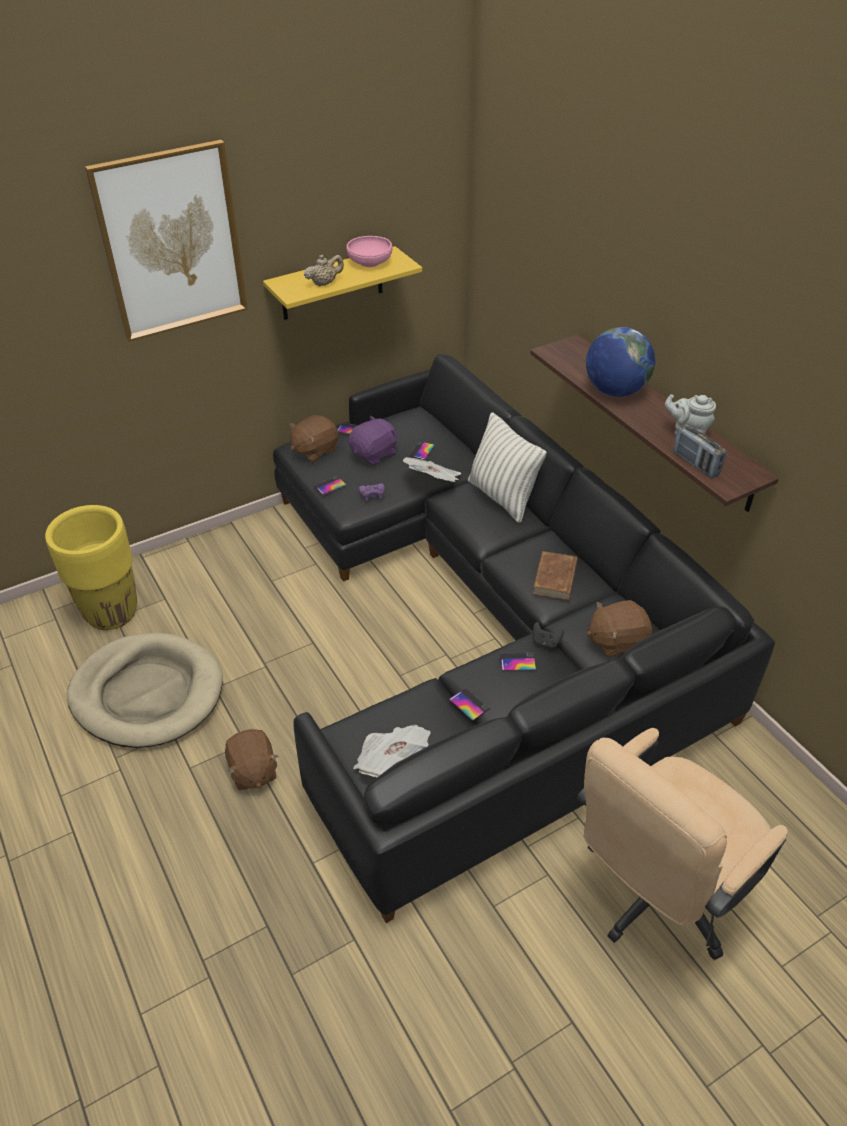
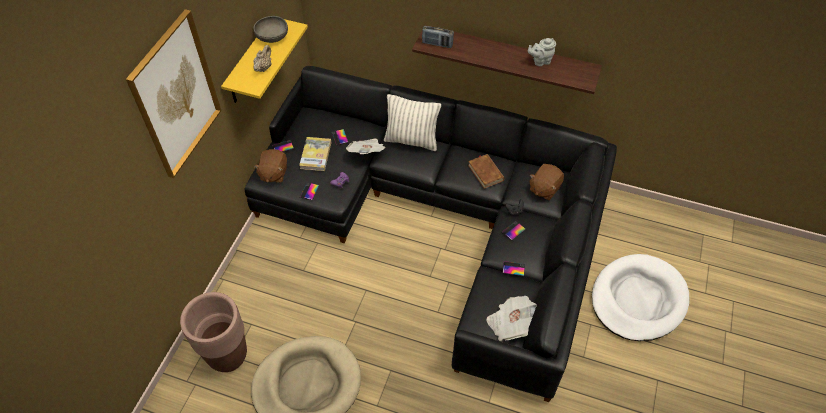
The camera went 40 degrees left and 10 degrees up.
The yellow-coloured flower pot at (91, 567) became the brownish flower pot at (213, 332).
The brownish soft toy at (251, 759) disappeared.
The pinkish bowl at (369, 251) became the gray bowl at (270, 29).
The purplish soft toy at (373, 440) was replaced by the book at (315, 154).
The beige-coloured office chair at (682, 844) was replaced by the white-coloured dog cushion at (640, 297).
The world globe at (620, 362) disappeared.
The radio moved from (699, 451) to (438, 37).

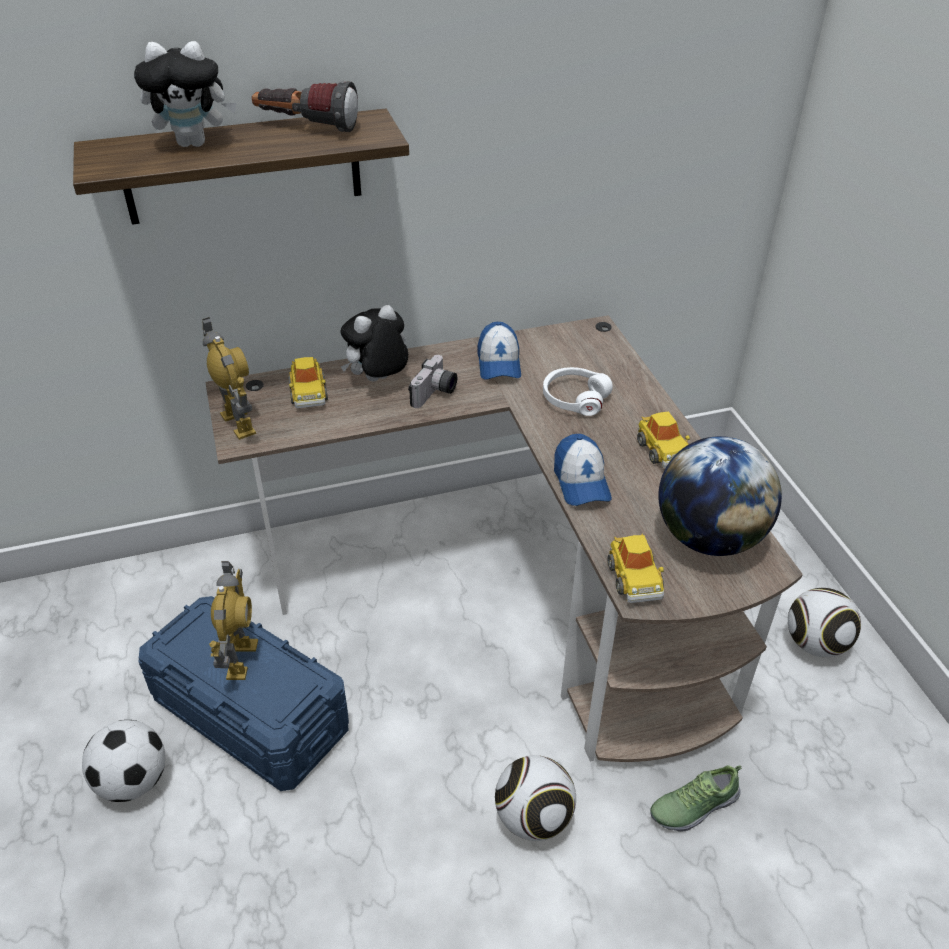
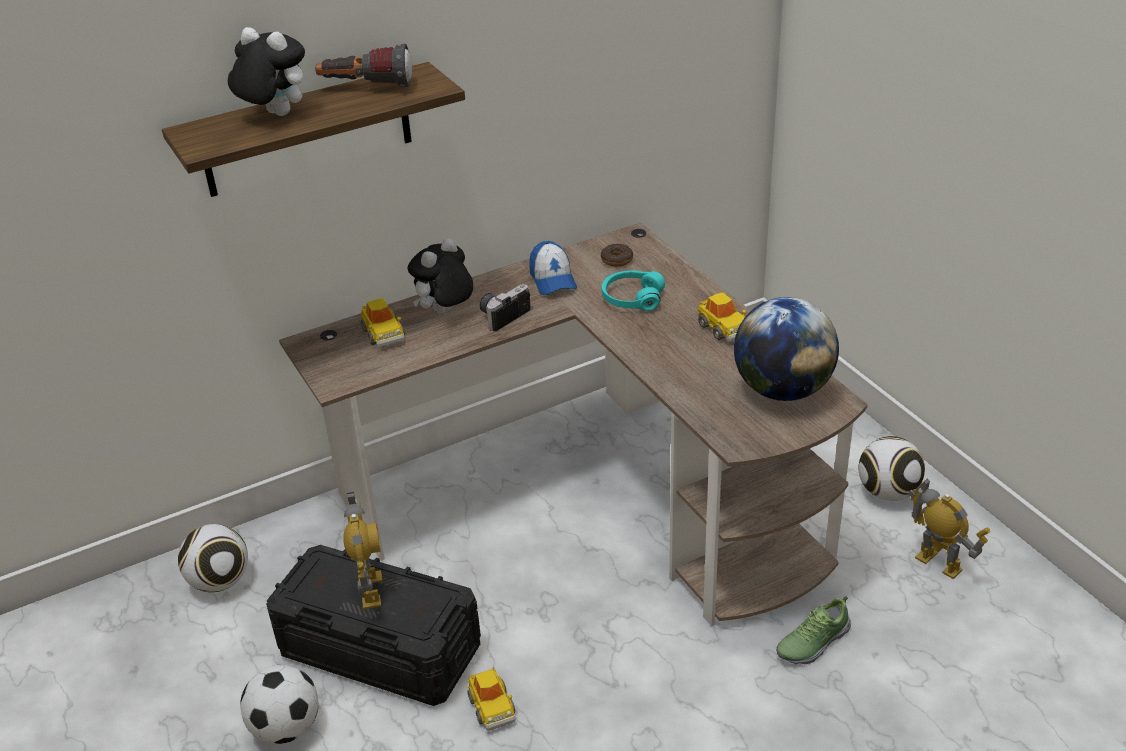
The camera went 10 degrees left and 5 degrees down.
The soft toy at (185, 94) turned 135 degrees counterclockwise.
The blue storage container at (243, 693) became the black storage container at (373, 625).
The robot figure moved from (229, 378) to (949, 528).
The photo camera at (432, 381) turned 150 degrees counterclockwise.
The football ball moved from (535, 798) to (213, 558).
The white-coloured headphones at (578, 391) became the turquoise-coloured headphones at (633, 290).
The cap at (583, 470) disappeared.
The toy car moved from (636, 568) to (491, 699).
The ring doughnut at (617, 255) appeared.

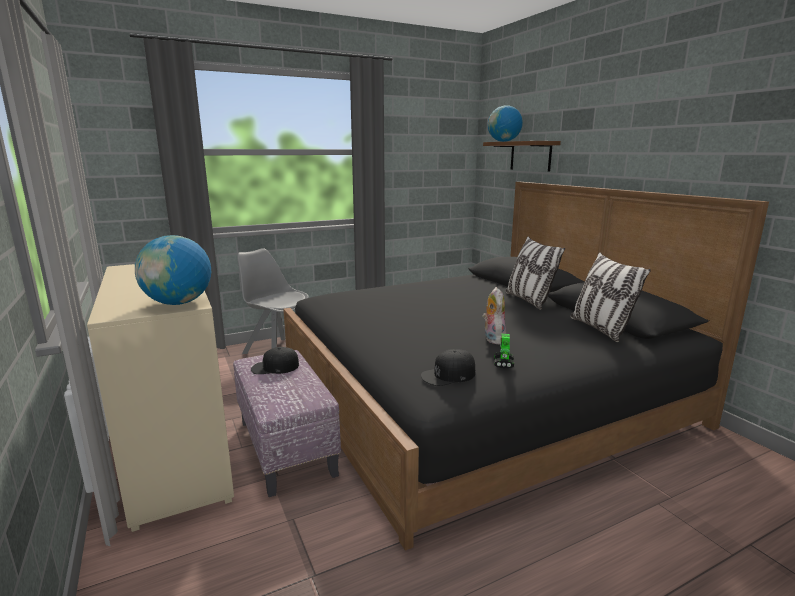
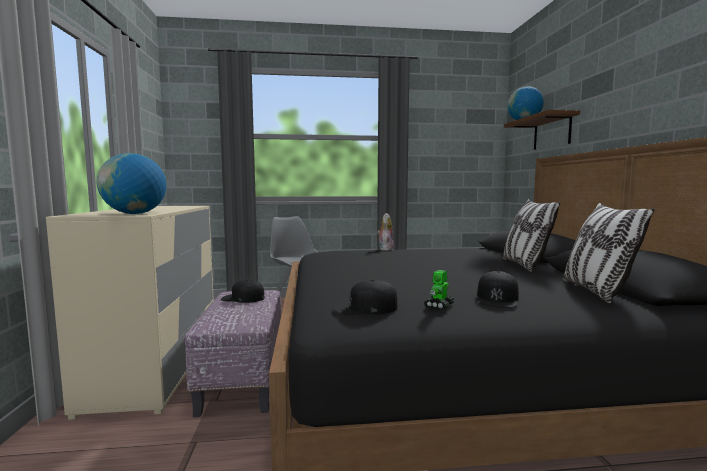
The camera went 20 degrees right and 10 degrees down.
The soft toy moved from (494, 315) to (385, 232).
The black cap at (498, 289) appeared.

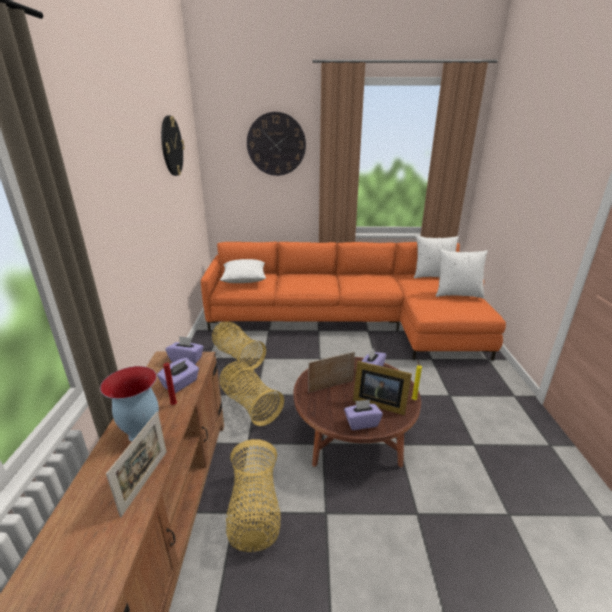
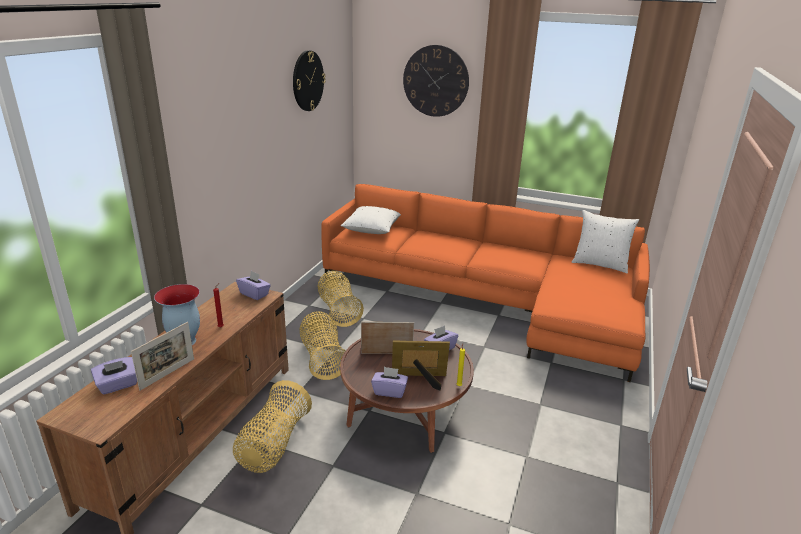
The camera went 20 degrees right and 0 degrees up.
The purplish tissue holder moved from (178, 375) to (114, 376).
The standing frame at (382, 388) turned 135 degrees clockwise.
The white-coloured throw pillow at (462, 273) disappeared.

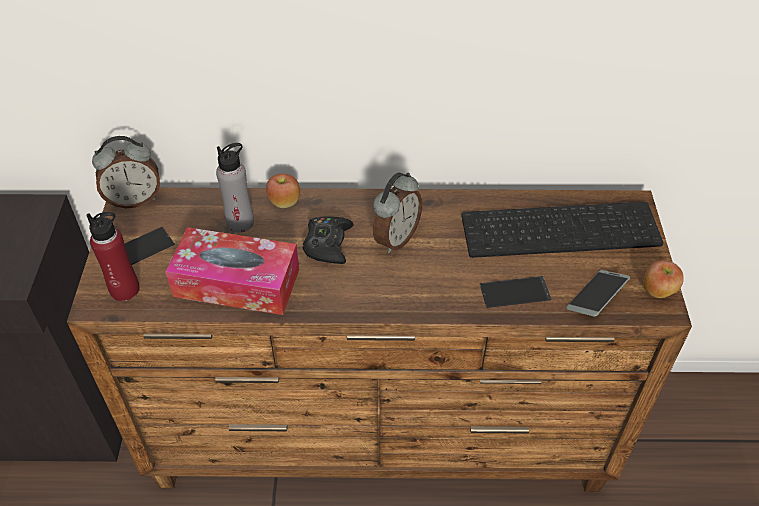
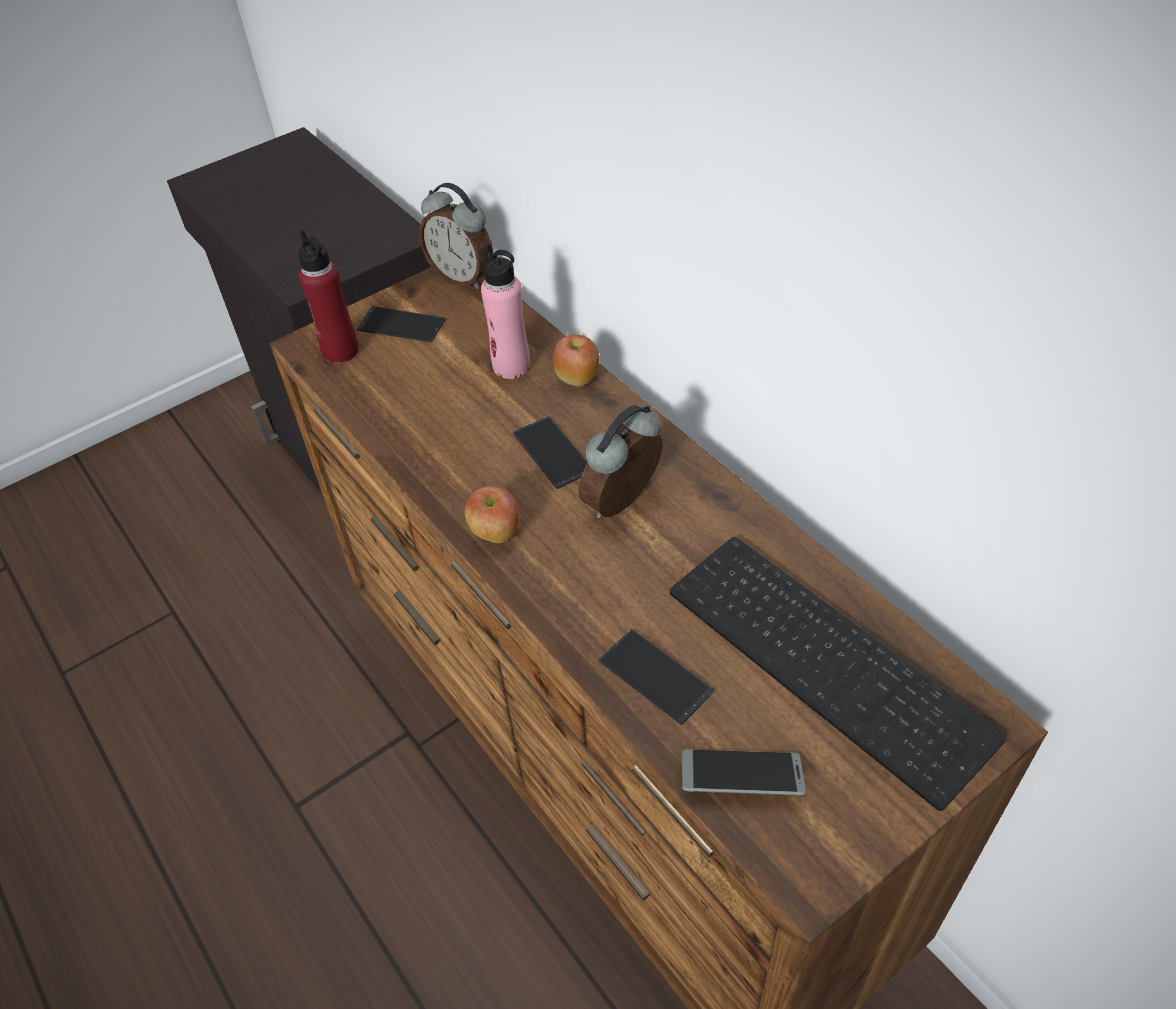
The camera went 55 degrees right and 0 degrees up.
The tissue holder at (232, 271) disappeared.
The gray beverage bottle at (235, 188) became the pinkish beverage bottle at (505, 311).
The black game controller at (328, 240) was replaced by the handset at (550, 452).
The alarm clock at (397, 213) turned 135 degrees clockwise.
The whole apple moved from (664, 279) to (492, 514).

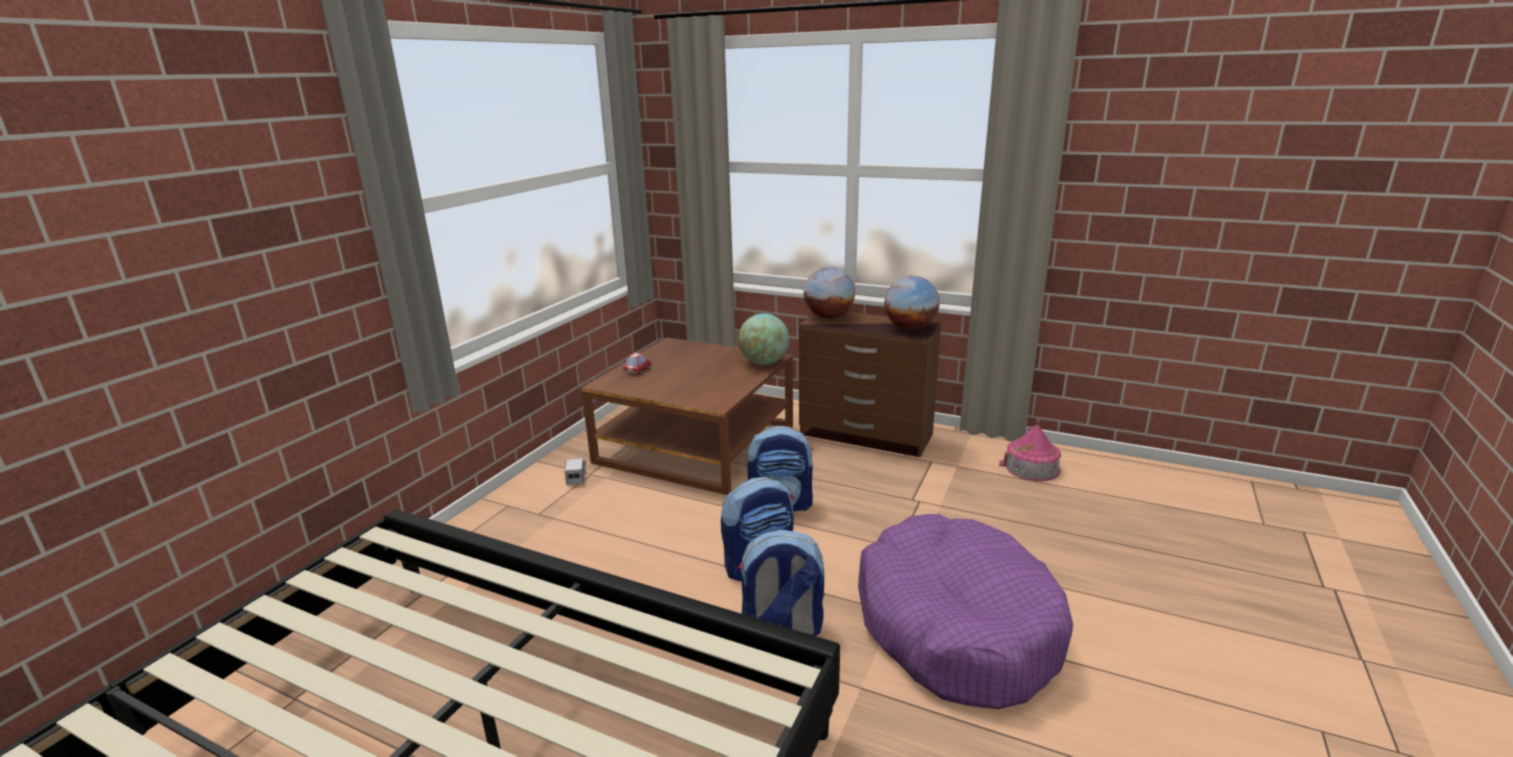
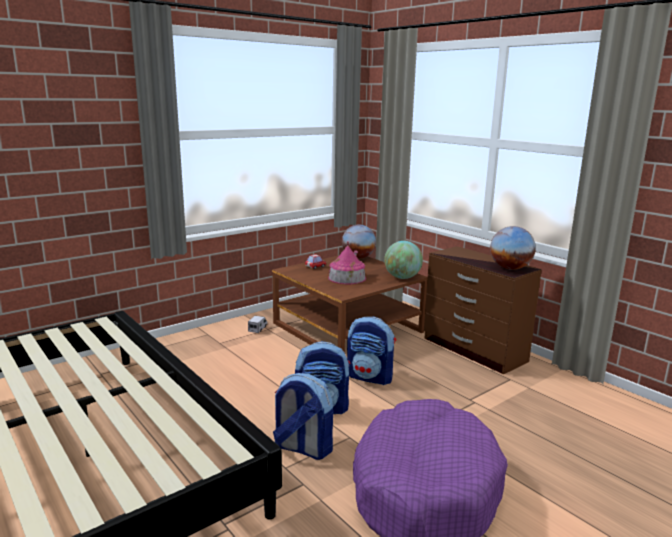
The camera went 25 degrees right and 5 degrees down.
The world globe moved from (829, 293) to (359, 242).
The toy house moved from (1030, 450) to (347, 262).

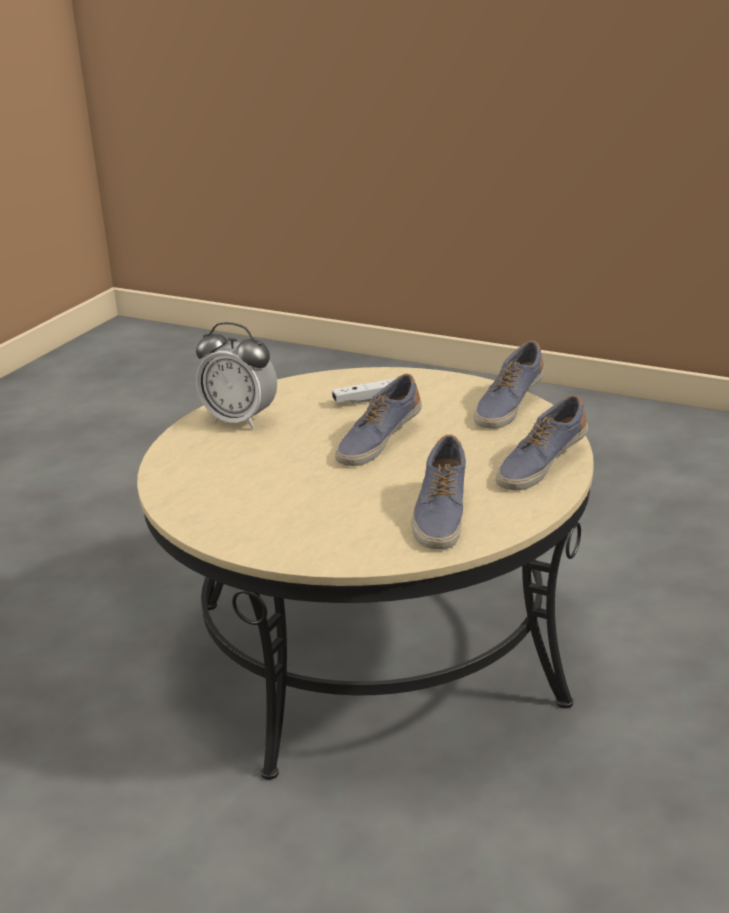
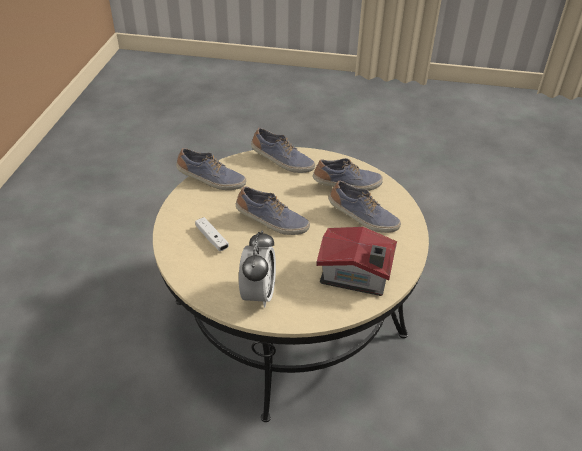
The camera went 110 degrees left and 15 degrees up.
The toy house at (356, 261) appeared.
The shoe at (365, 207) appeared.

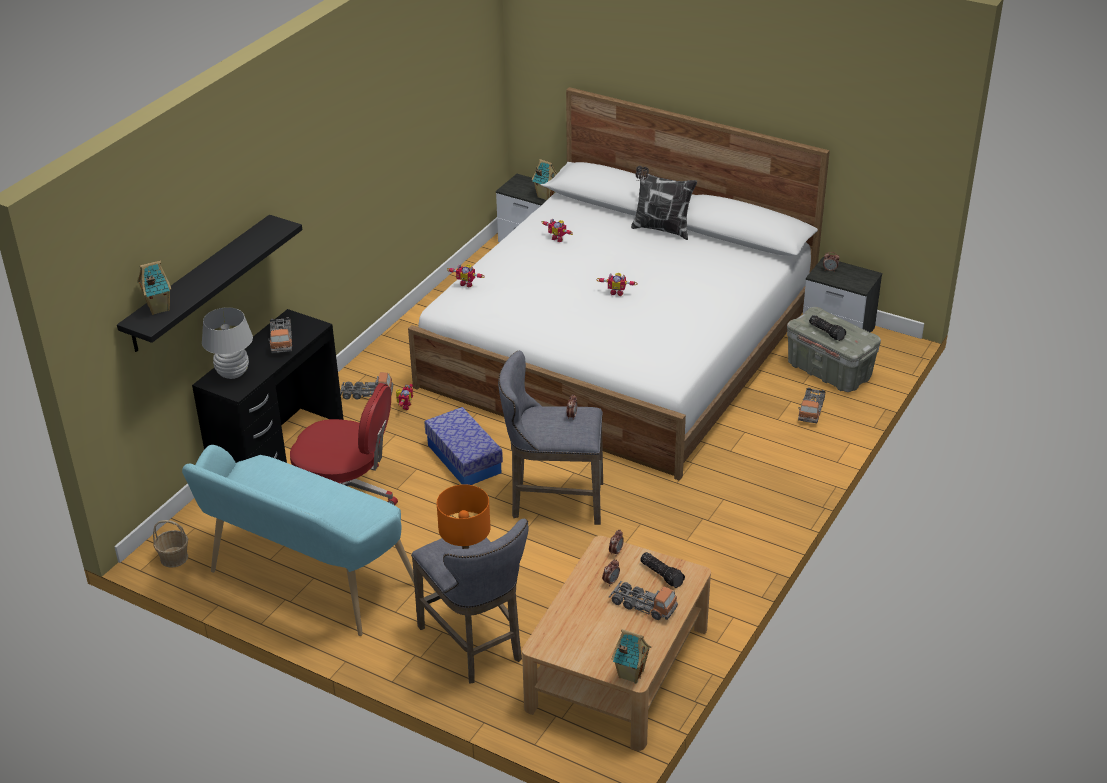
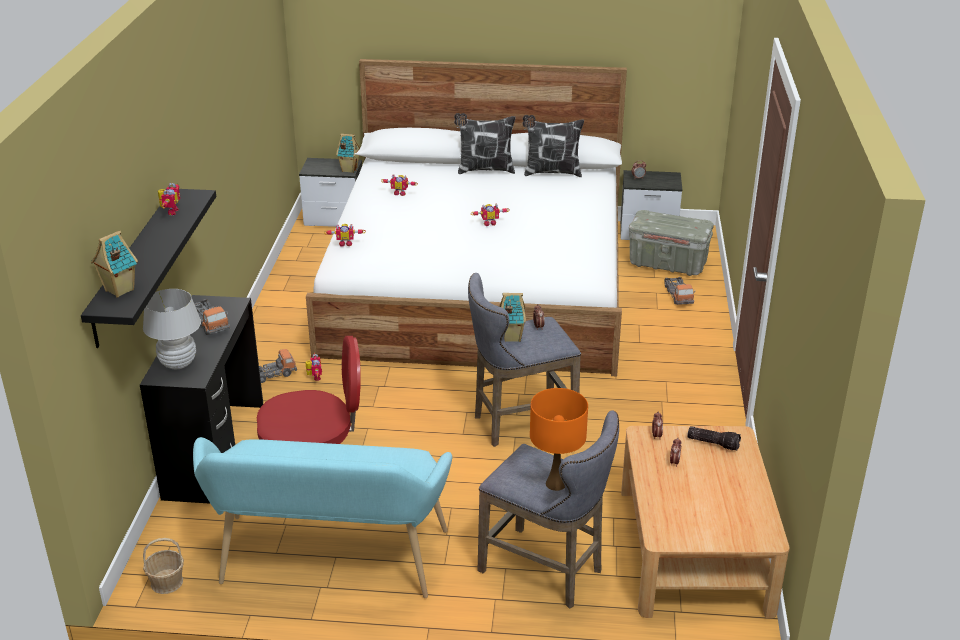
The camera went 25 degrees left and 5 degrees down.
The storage container at (463, 446) disappeared.
The toy lorry at (643, 600) disappeared.
The toy house moved from (631, 656) to (512, 317).
The flashlight at (827, 328) disappeared.
The robot figure at (169, 199) appeared.
The throw pillow at (553, 146) appeared.

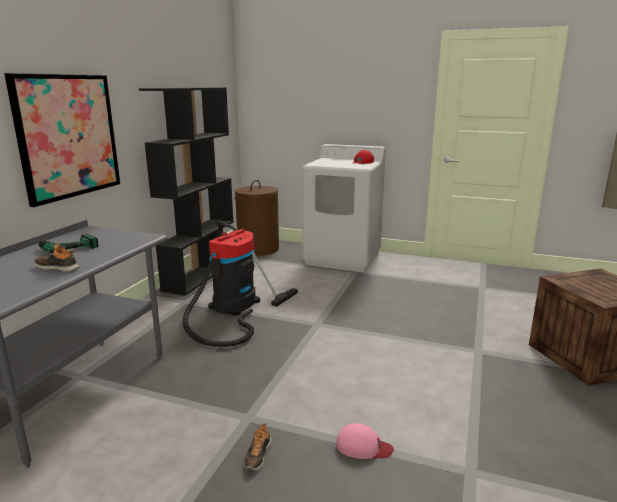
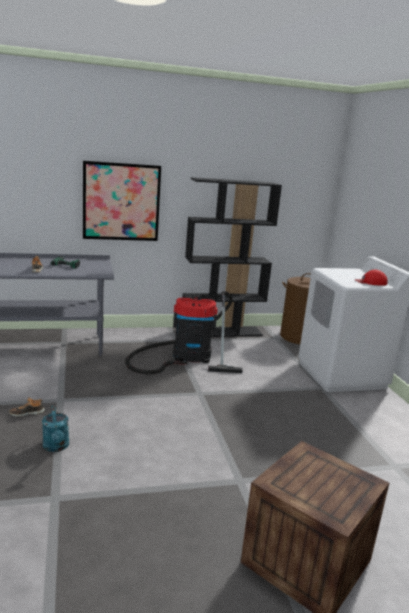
The camera went 55 degrees right and 0 degrees up.
The pinkish cap at (365, 441) was replaced by the turquoise-coloured watering can at (55, 429).

